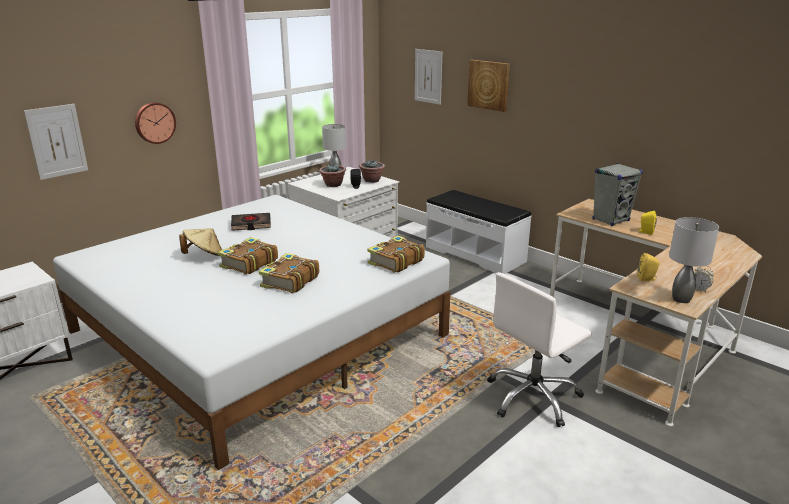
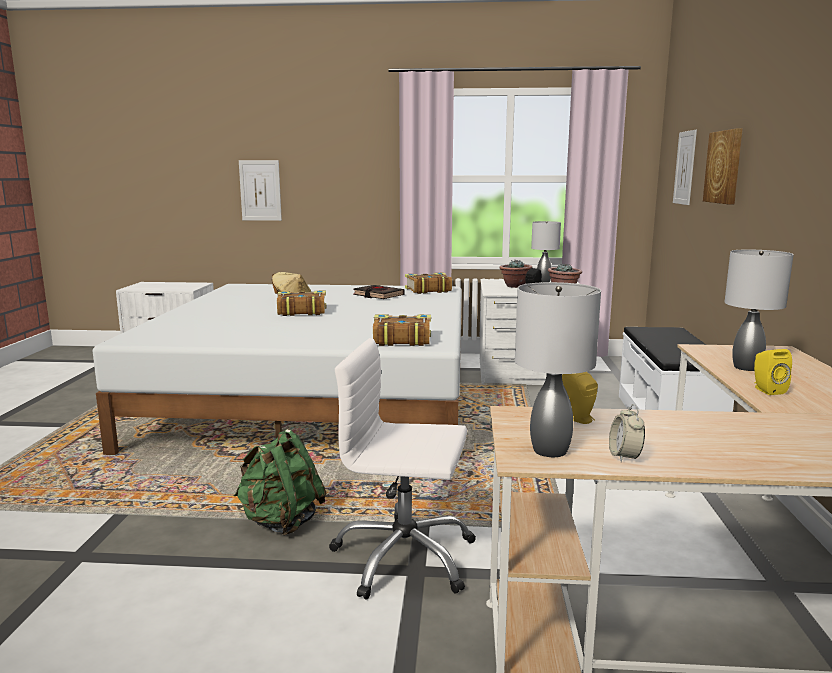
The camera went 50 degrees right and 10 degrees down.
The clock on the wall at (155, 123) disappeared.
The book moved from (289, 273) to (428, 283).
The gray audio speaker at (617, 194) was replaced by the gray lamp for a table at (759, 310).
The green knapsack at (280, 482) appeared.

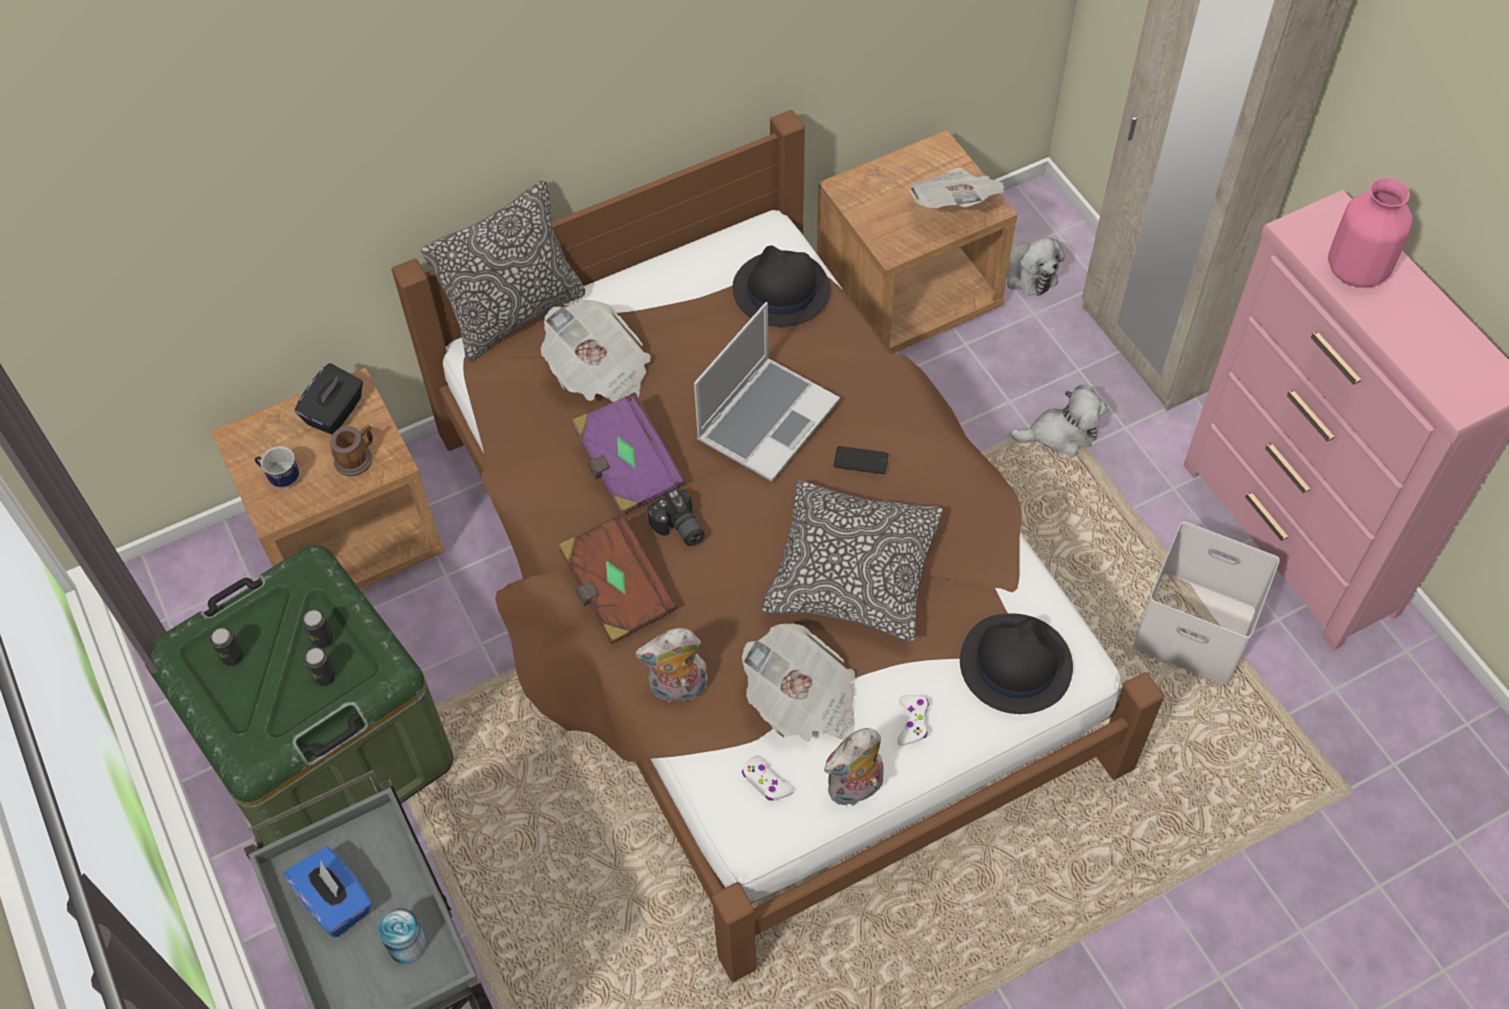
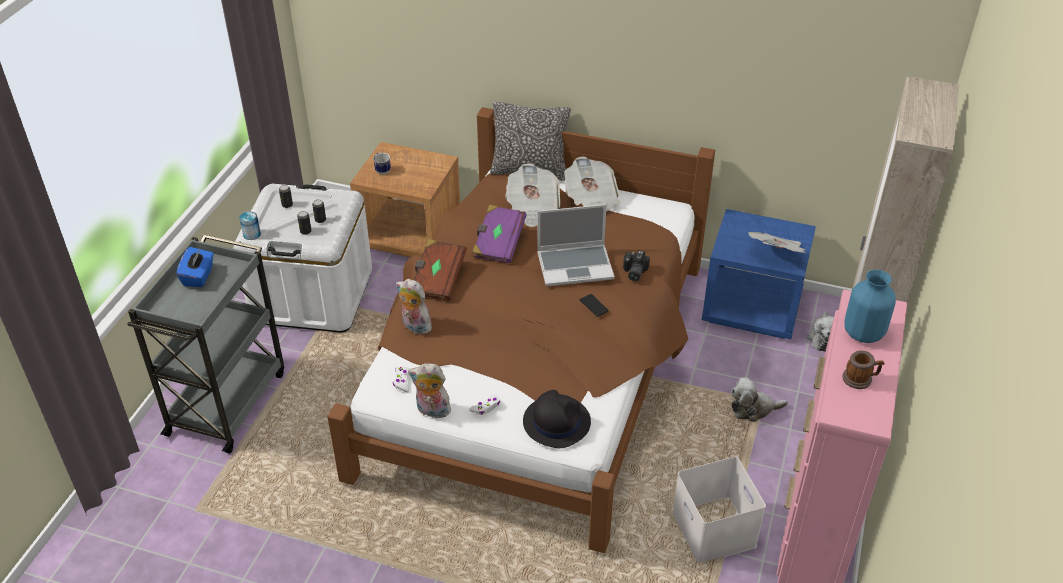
The camera went 45 degrees right and 15 degrees down.
The green storage container at (299, 695) became the white-coloured storage container at (302, 258).
The black tissue holder at (329, 399) disappeared.
The tea mug moved from (351, 450) to (863, 370).
The sealed can moved from (402, 936) to (250, 225).
The photo camera moved from (676, 516) to (636, 266).
The black hat at (782, 286) disappeared.
The printed paper moved from (798, 682) to (592, 184).
The throw pillow at (852, 560) disappeared.
The brownish night table at (917, 241) became the blue night table at (759, 274).
The soft toy at (1059, 421) turned 135 degrees clockwise.
The pinkish flower vase at (1370, 233) became the blue flower vase at (870, 306).

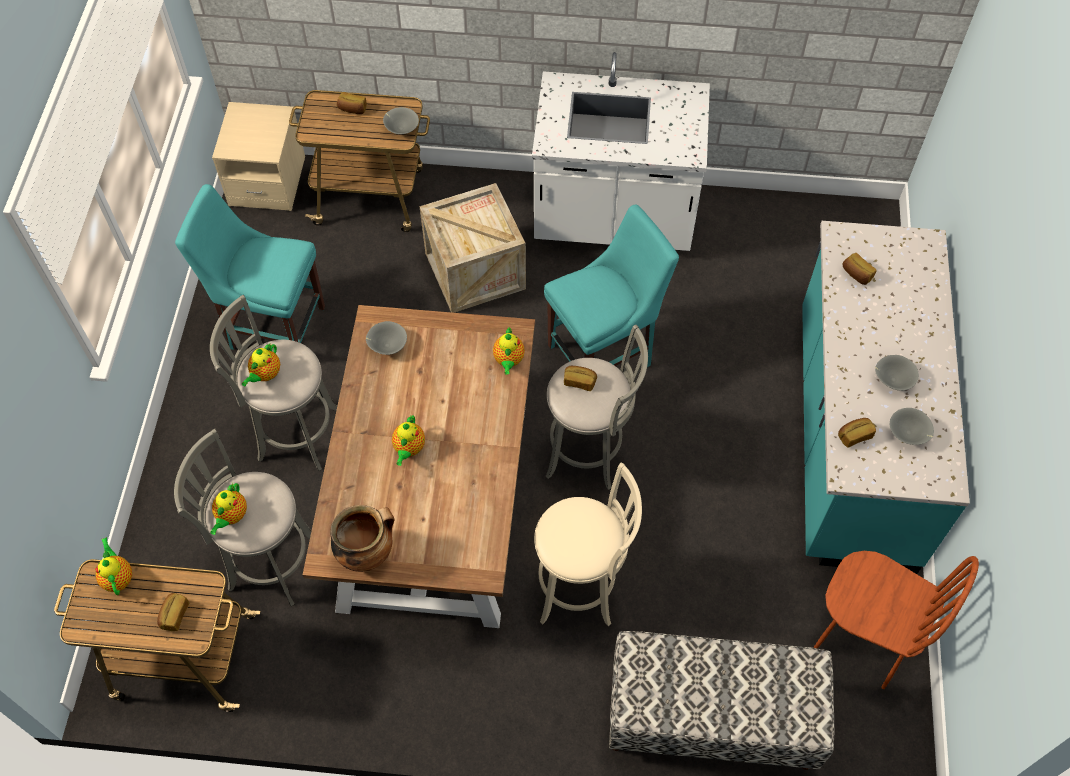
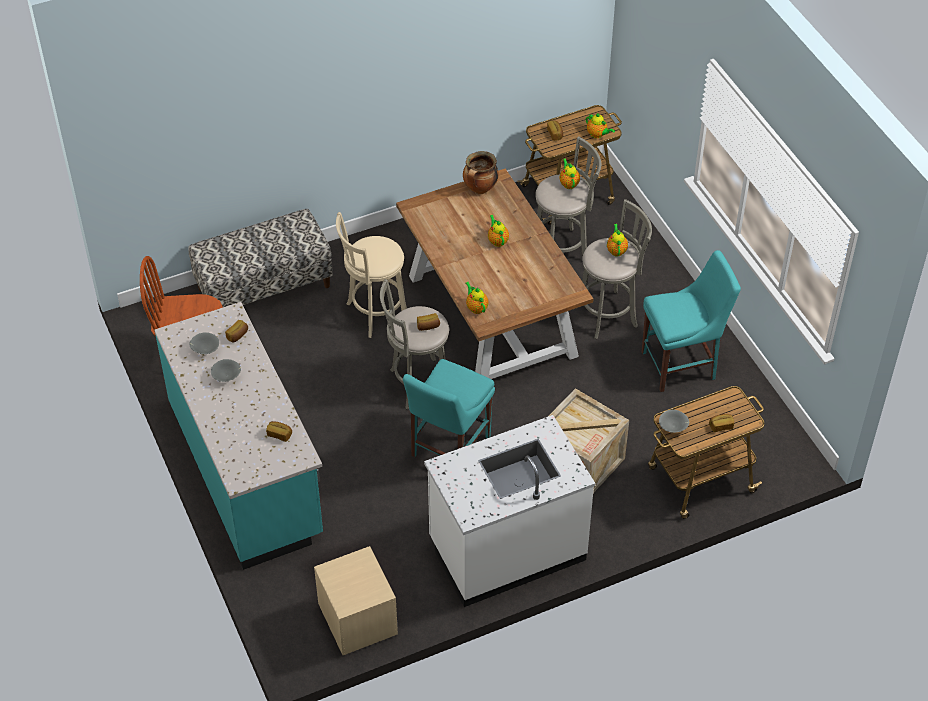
The camera went 150 degrees right and 10 degrees down.
The beige-coloured night table moved from (258, 156) to (356, 600).
The gray bowl at (386, 338) disappeared.

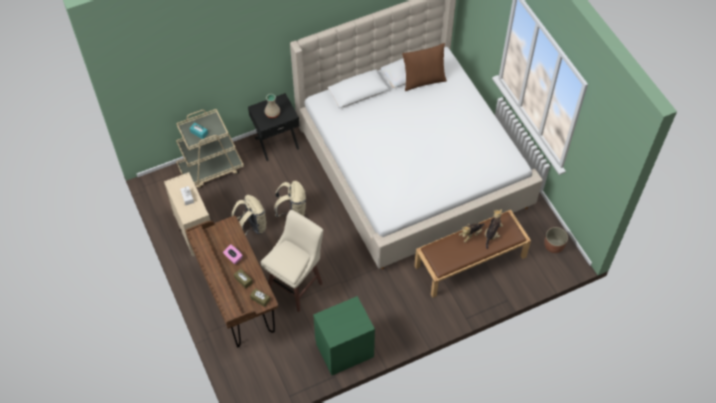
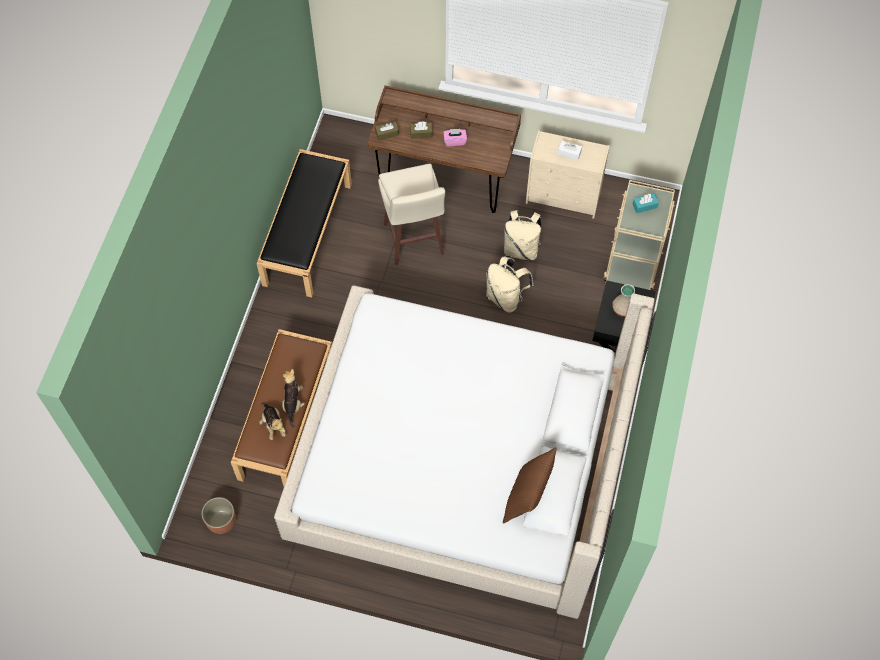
The camera went 130 degrees right and 5 degrees up.
The green night table at (344, 336) was replaced by the black long seat at (304, 223).

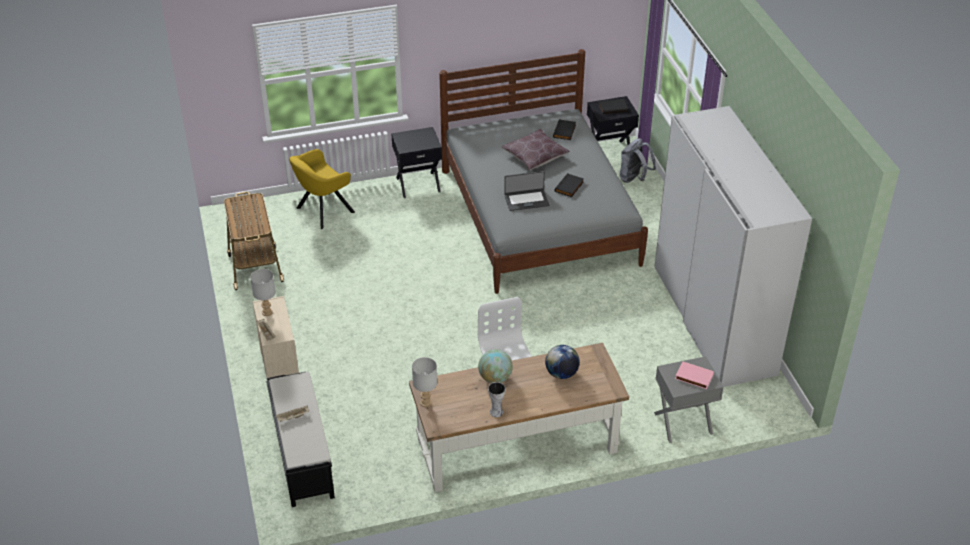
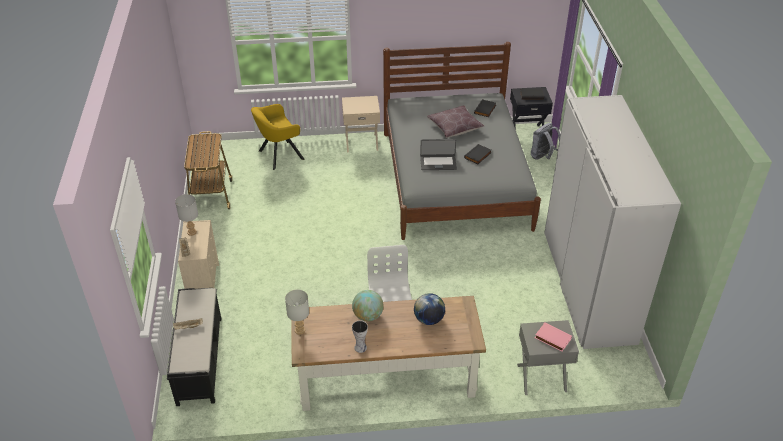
The camera went 10 degrees right and 0 degrees up.
The black night table at (416, 162) became the beige-coloured night table at (361, 124).

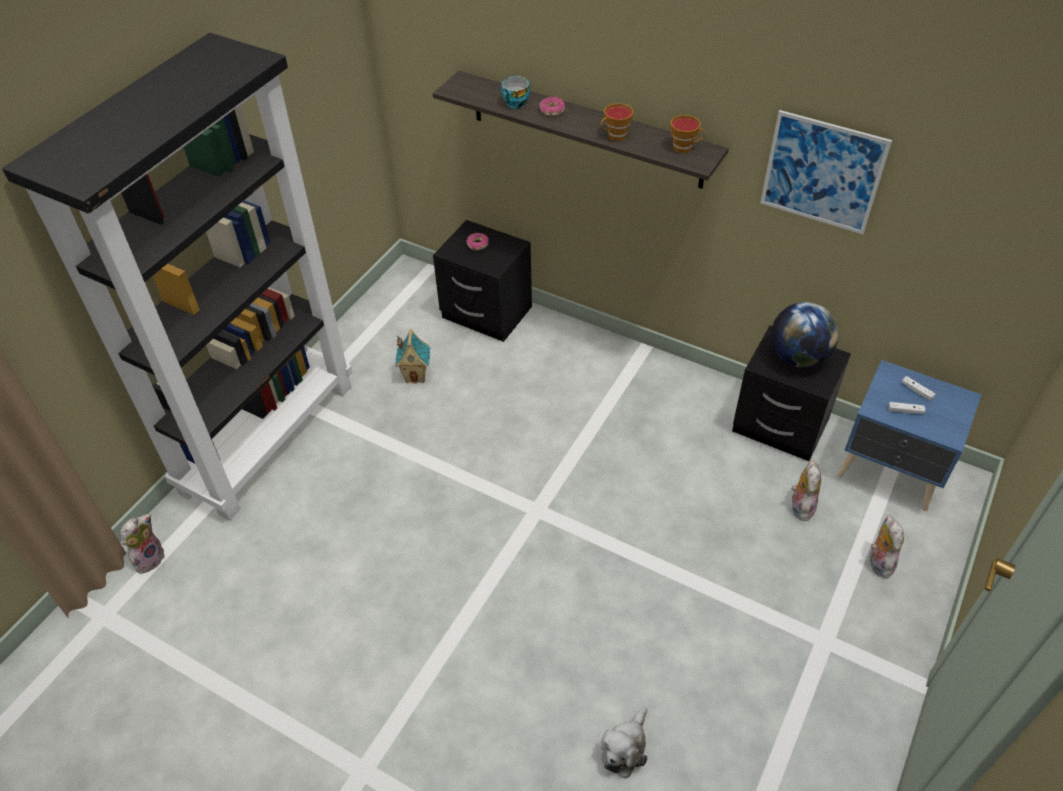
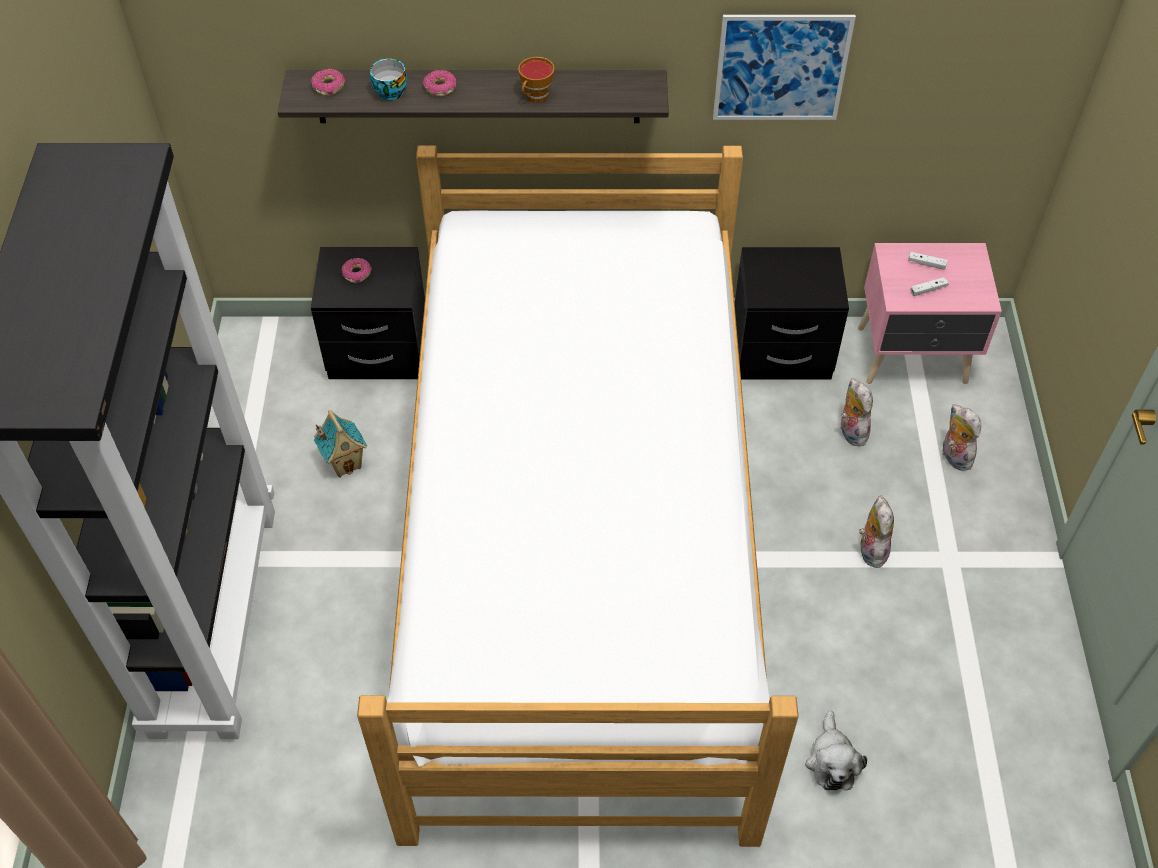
The camera went 30 degrees left and 5 degrees up.
The soft toy moved from (142, 544) to (876, 531).
The cup at (687, 134) disappeared.
The world globe at (805, 335) disappeared.
The blue night table at (909, 435) became the pinkish night table at (930, 313).
The ring doughnut at (328, 82) appeared.
The bed at (578, 496) appeared.

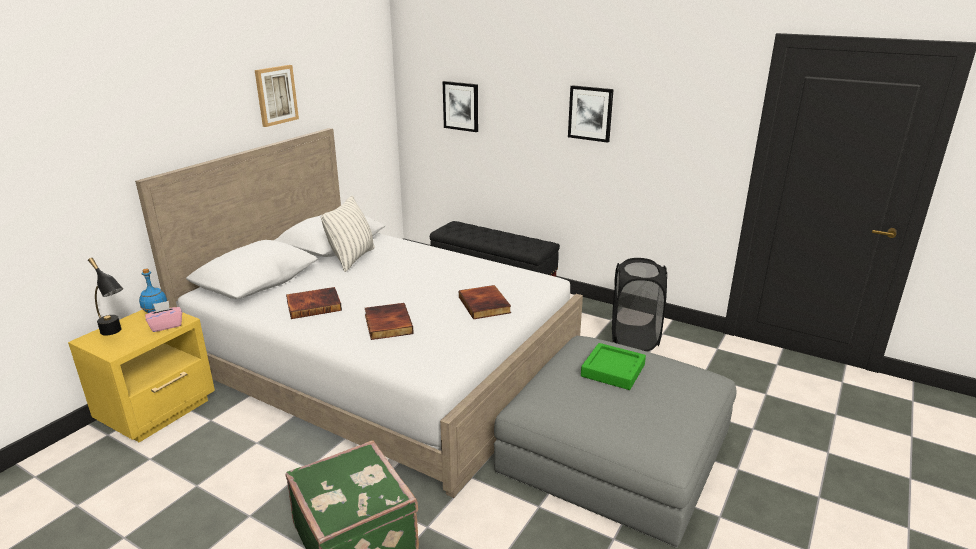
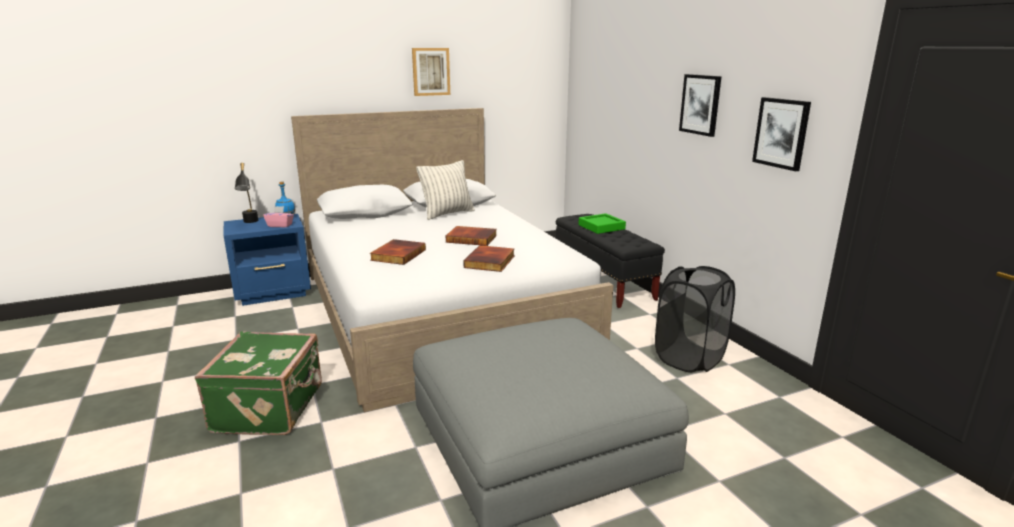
The camera went 35 degrees right and 5 degrees down.
The yellow-coloured night table at (141, 374) became the blue night table at (267, 260).
The book moved from (314, 303) to (471, 236).
The wall art moved from (460, 106) to (781, 134).
The green serving tray moved from (613, 366) to (602, 223).

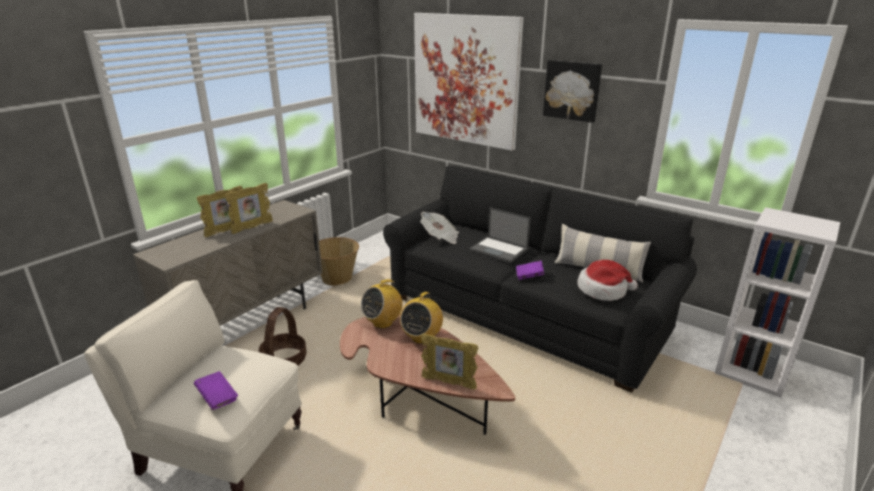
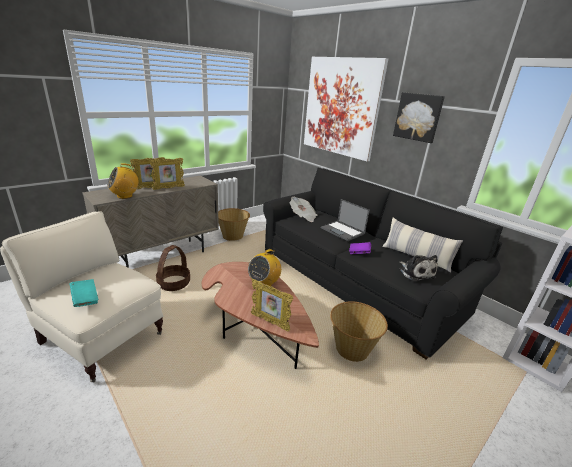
The camera went 10 degrees right and 0 degrees up.
The purplish book at (216, 390) became the turquoise-coloured book at (83, 293).
The radio moved from (382, 304) to (123, 181).
The hat at (607, 280) was replaced by the soft toy at (419, 268).
The basket at (359, 331) appeared.

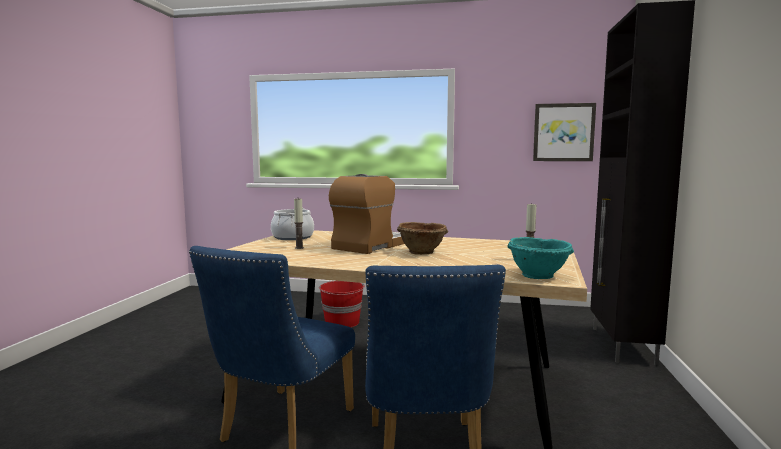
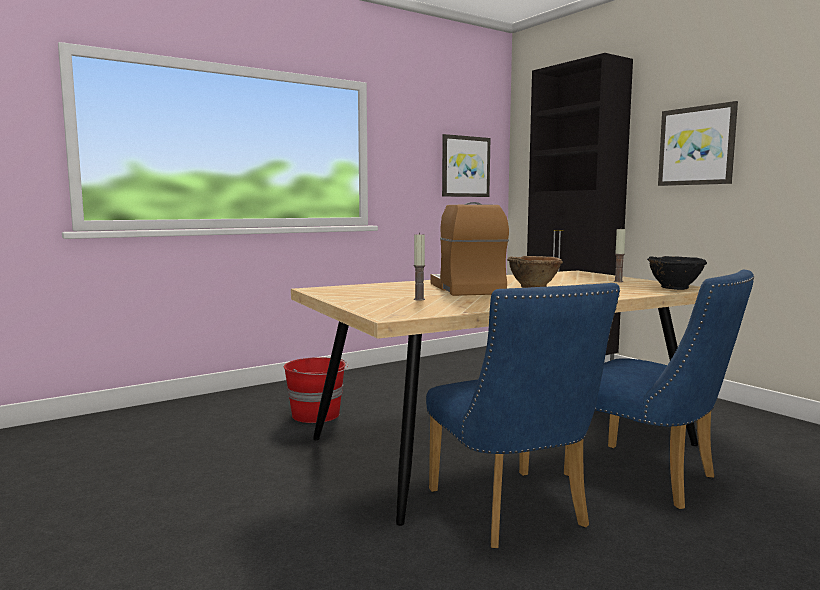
The camera went 45 degrees left and 0 degrees up.
The cooking pot at (292, 224) disappeared.
The turquoise-coloured bowl at (540, 258) became the black bowl at (677, 273).
The wall art at (698, 143) appeared.

